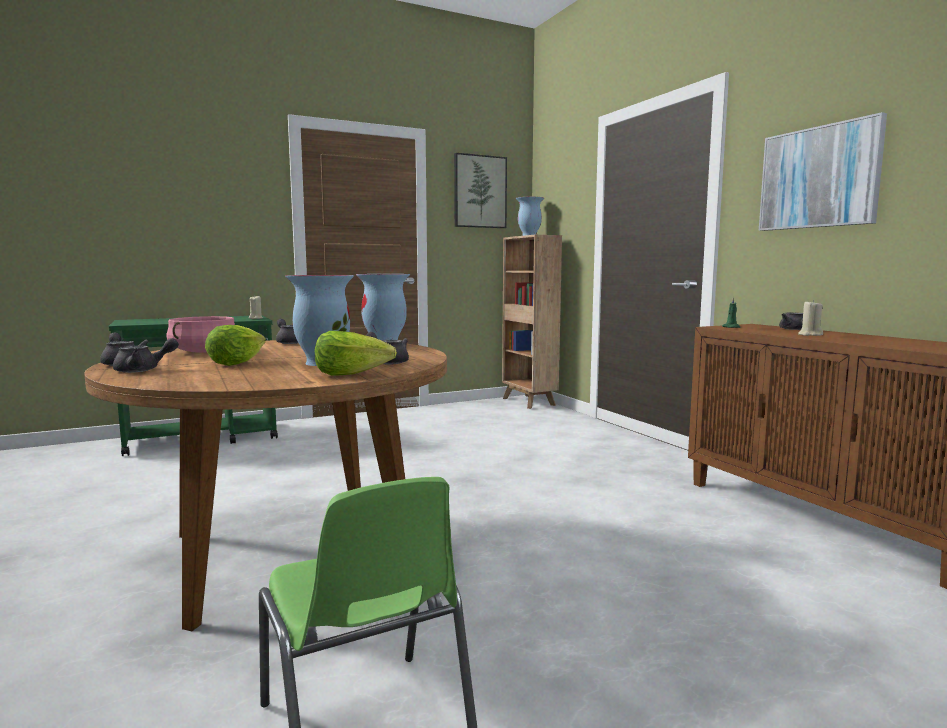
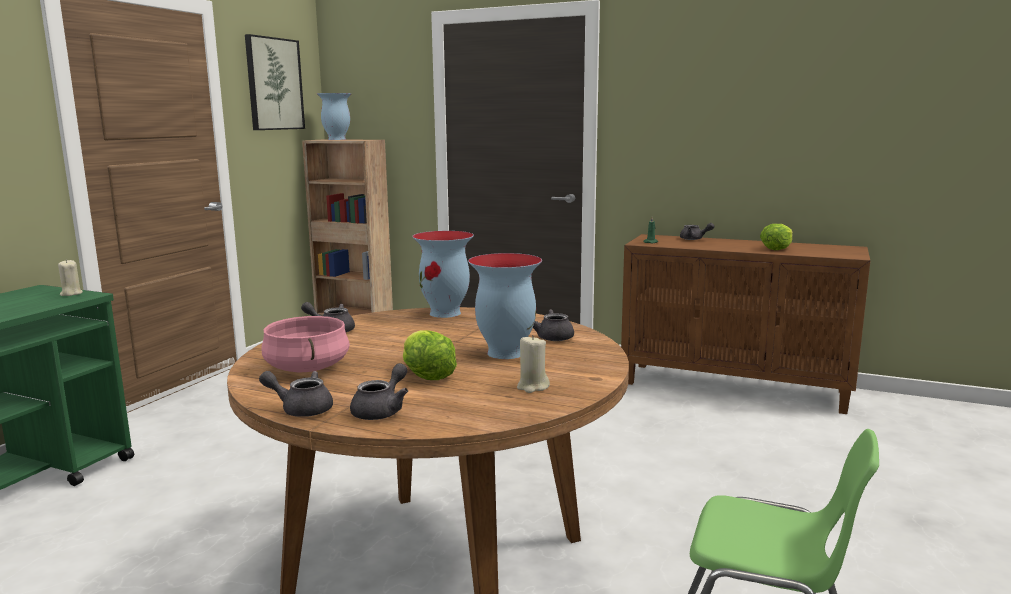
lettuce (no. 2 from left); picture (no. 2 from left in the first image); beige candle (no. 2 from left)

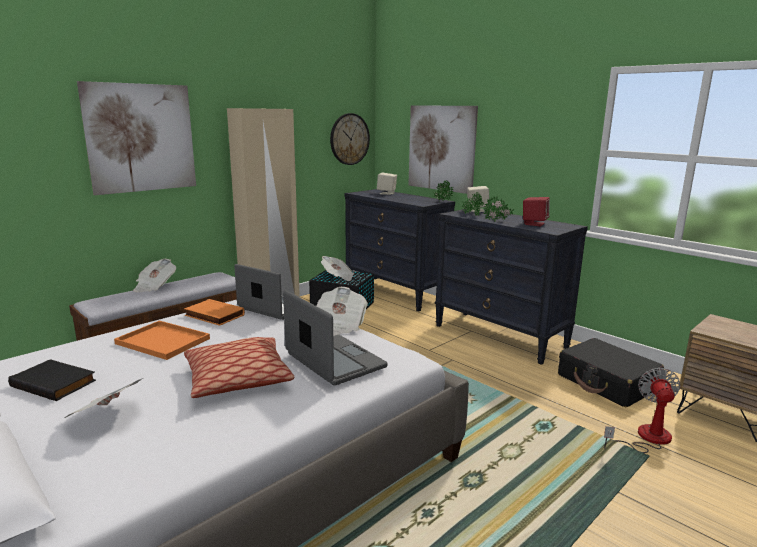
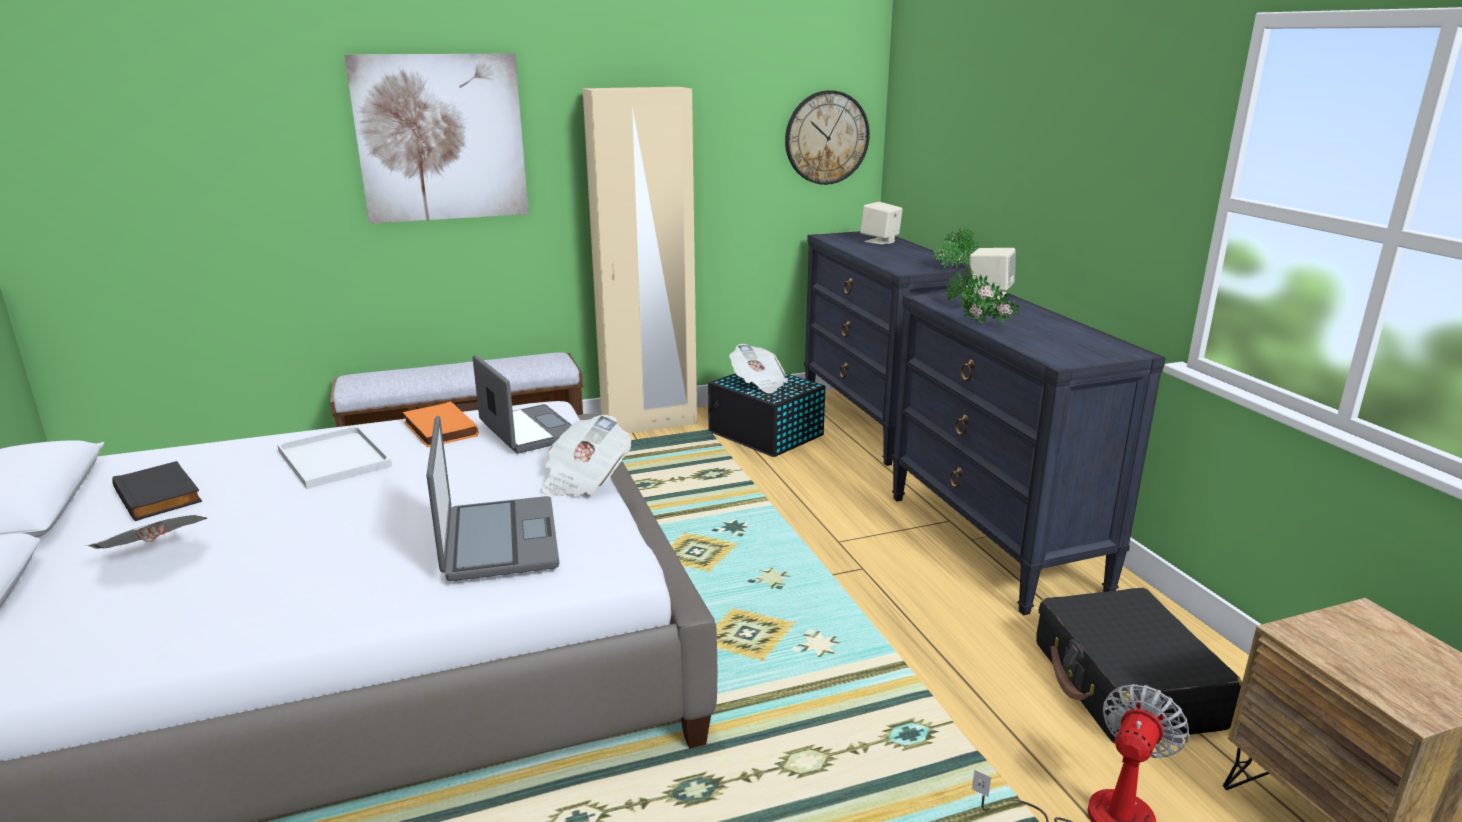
white tray; newspaper (no. 2 from left in the first image); pillow; picture (no. 2 from left in the first image); red speaker

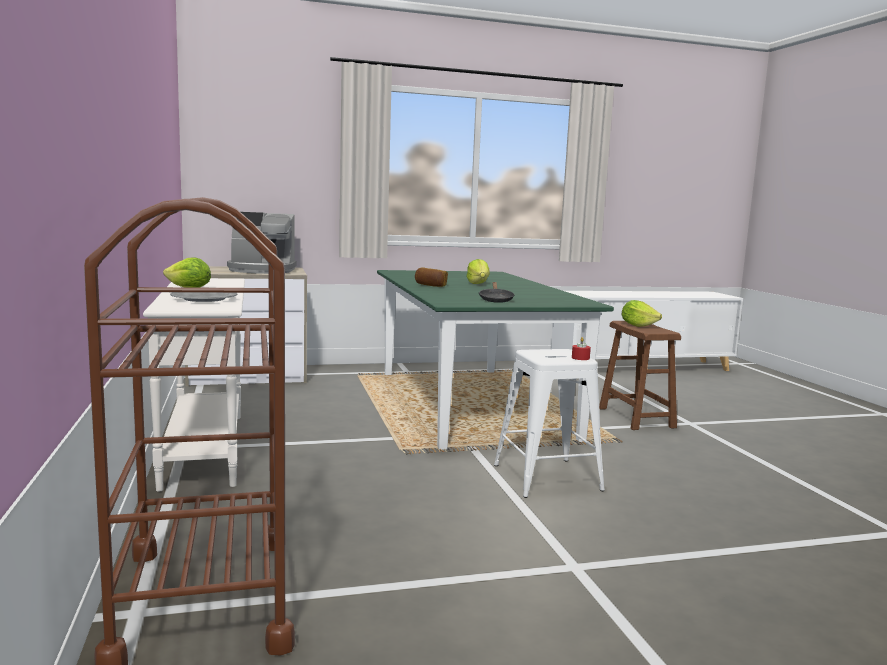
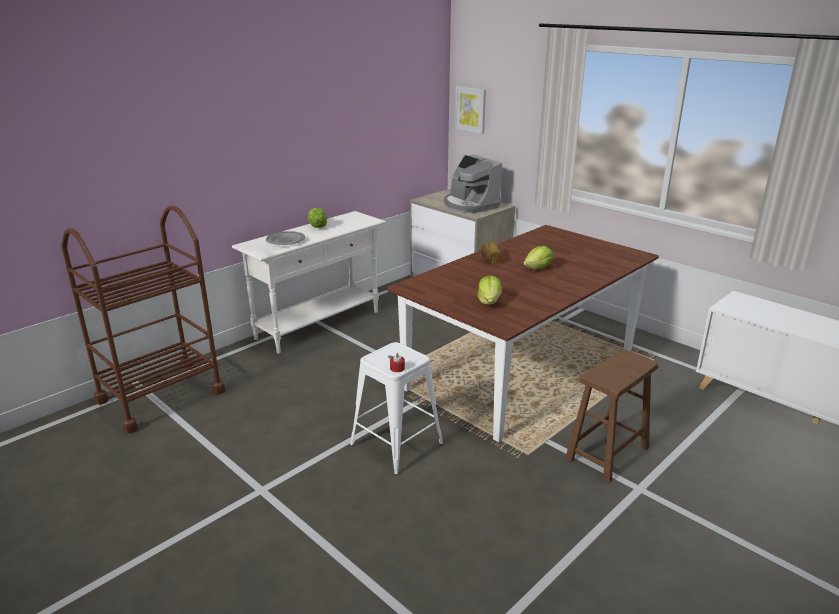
brown dining table; black frying pan; lettuce (no. 2 from left); picture

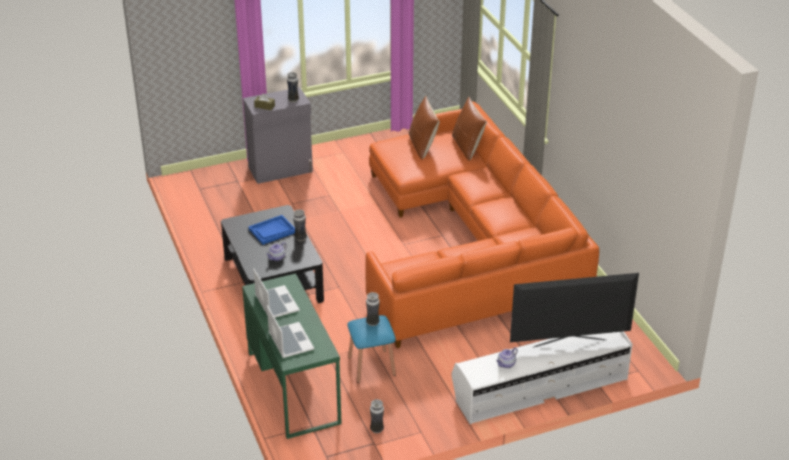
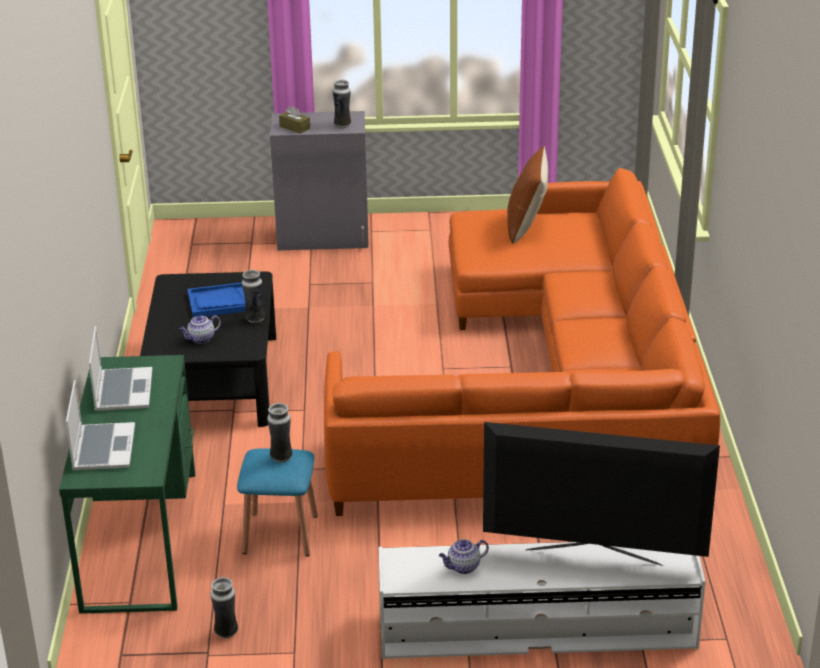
brown pillow (no. 2 from left in the first image)

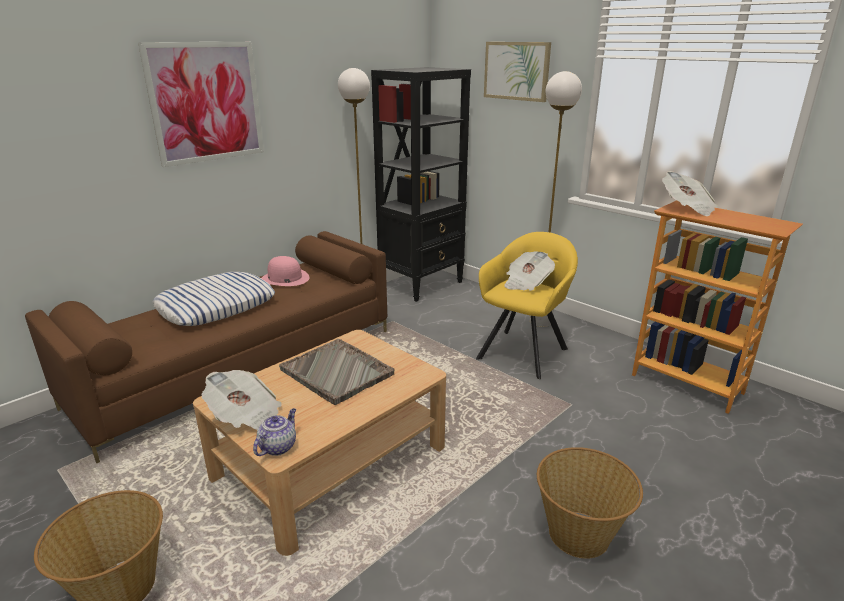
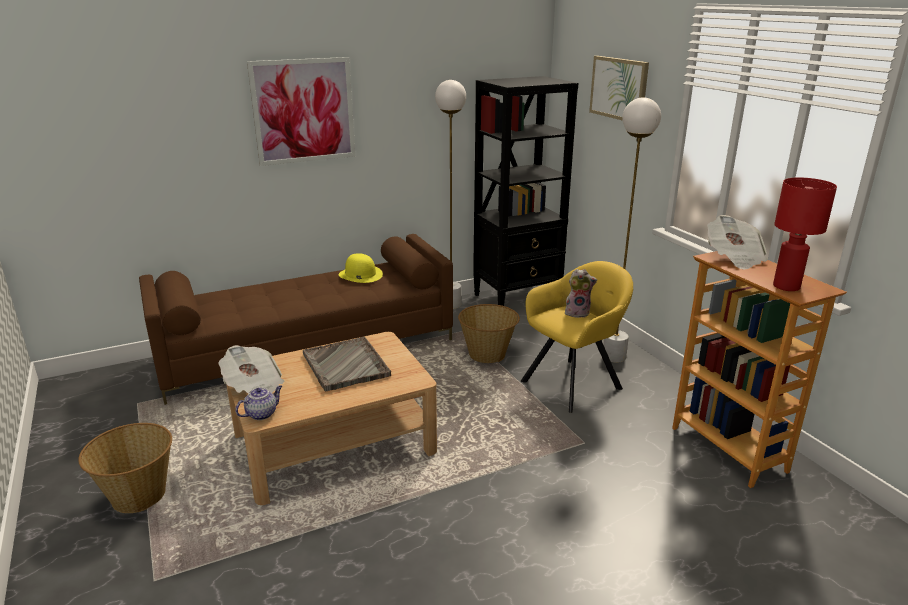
pillow; yellow hat; plush toy; basket (no. 2 from left); red table lamp

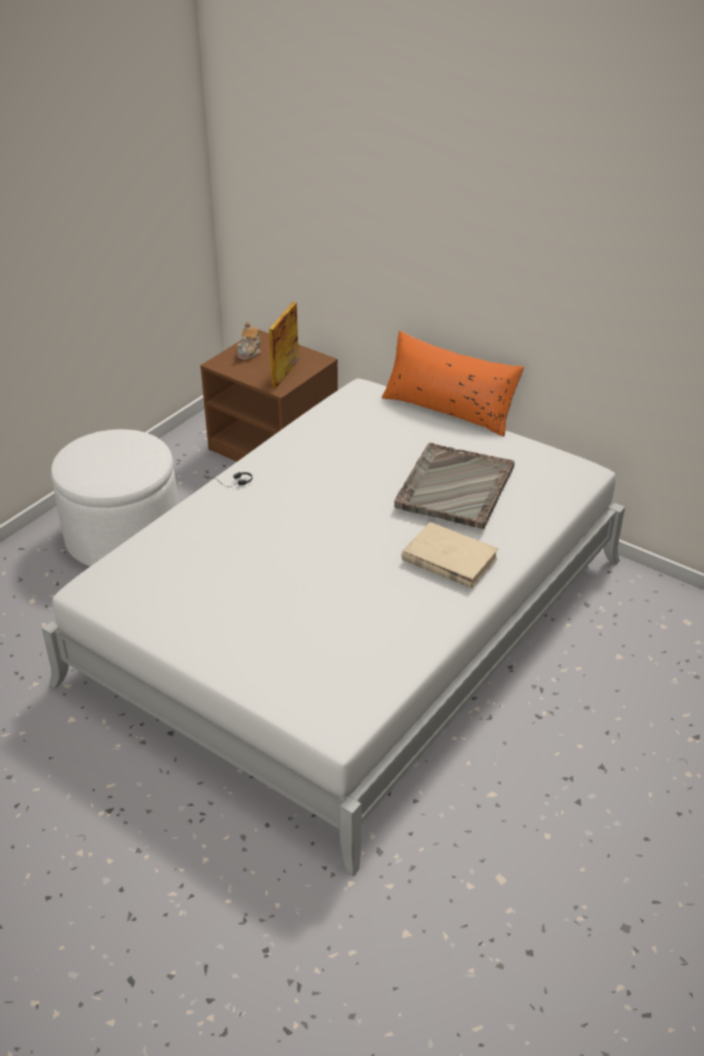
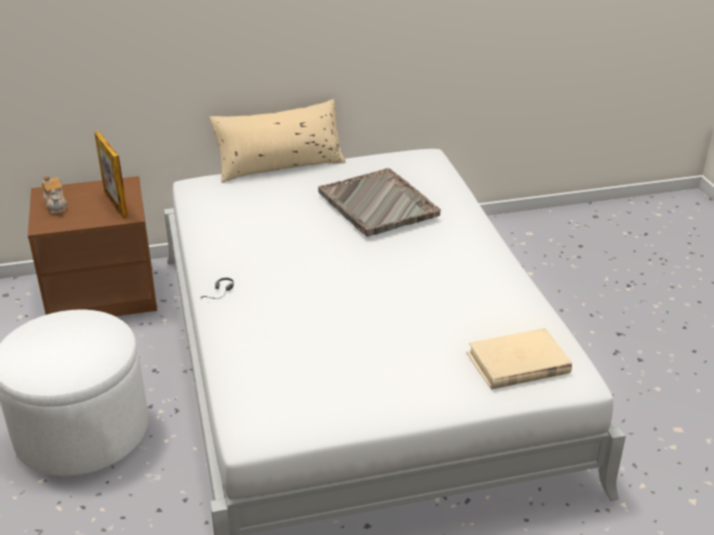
beige pillow; beige book

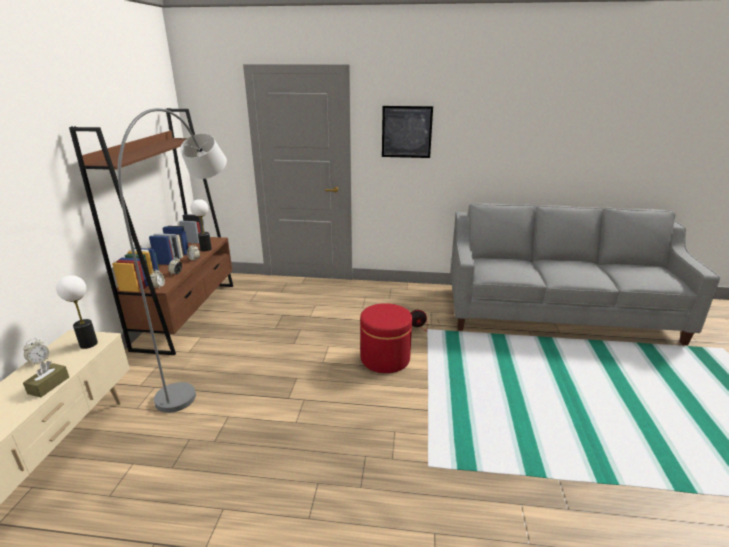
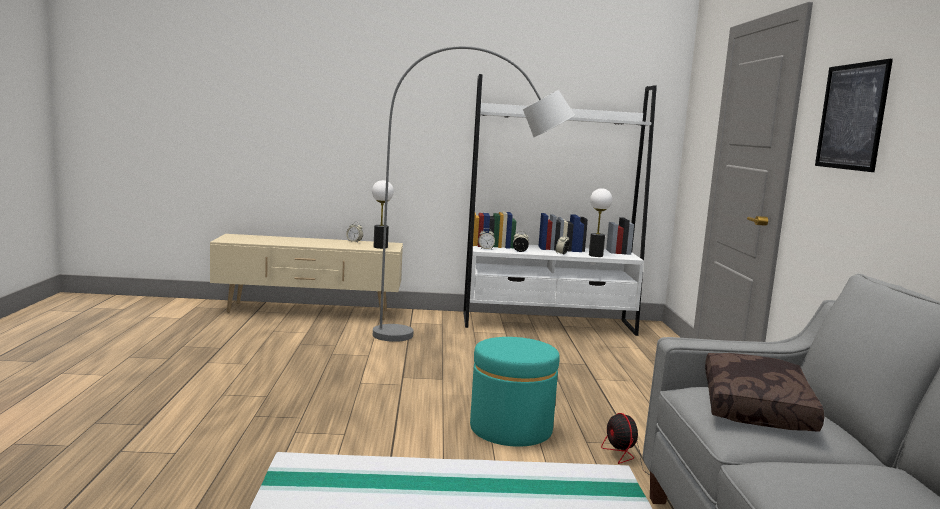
brown tissue box; white bookcase; turquoise ottoman; brown pillow

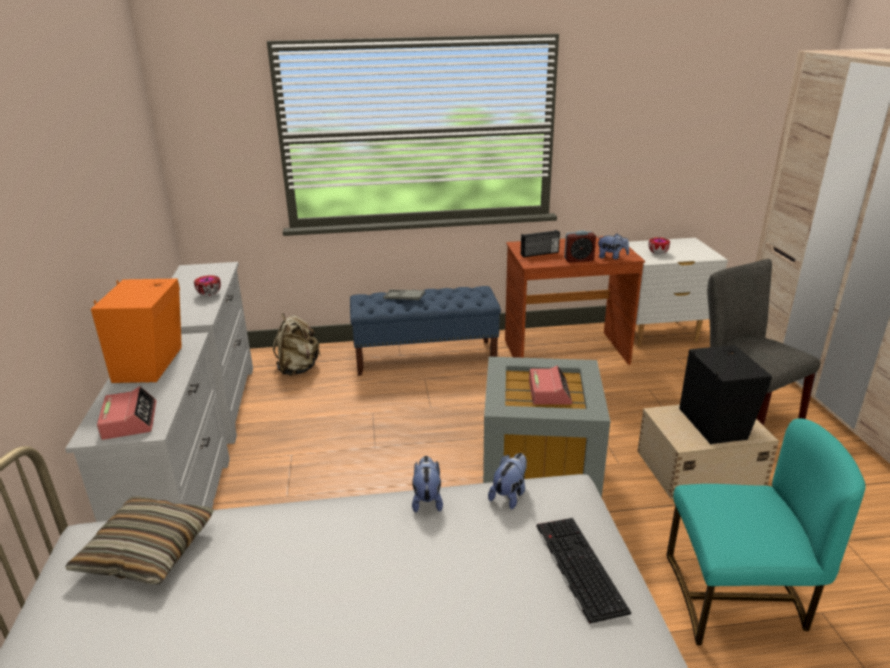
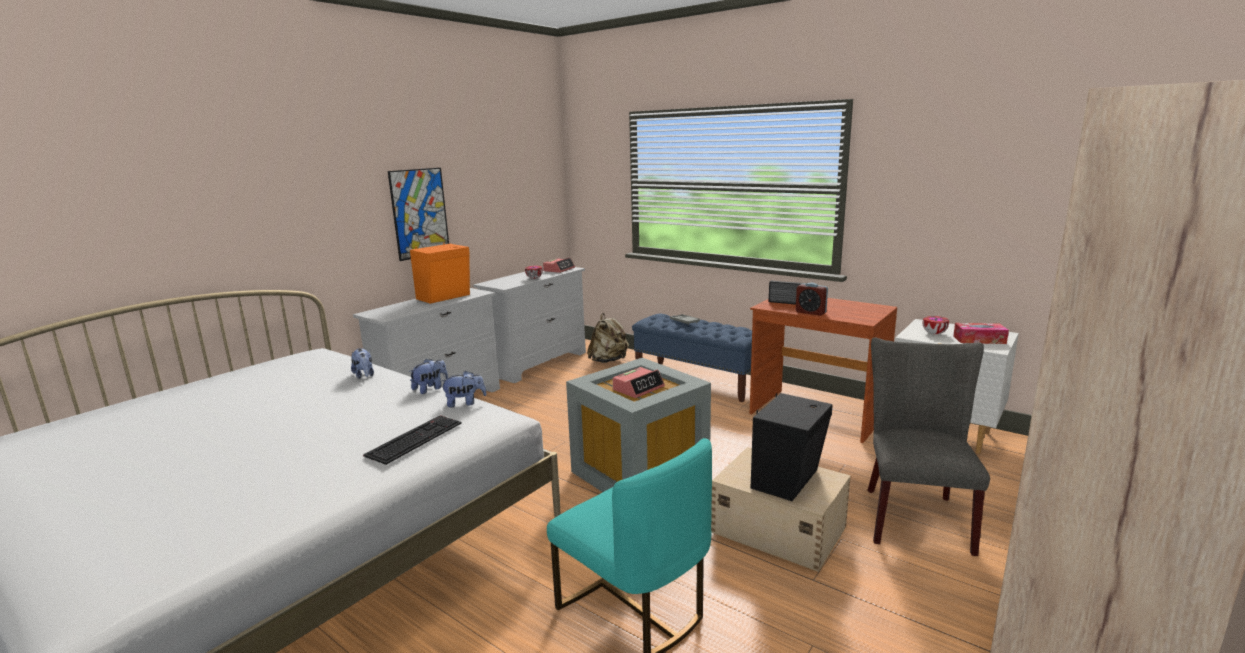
pillow; alarm clock (no. 1 from left); plush toy (no. 1 from left); picture; tissue box

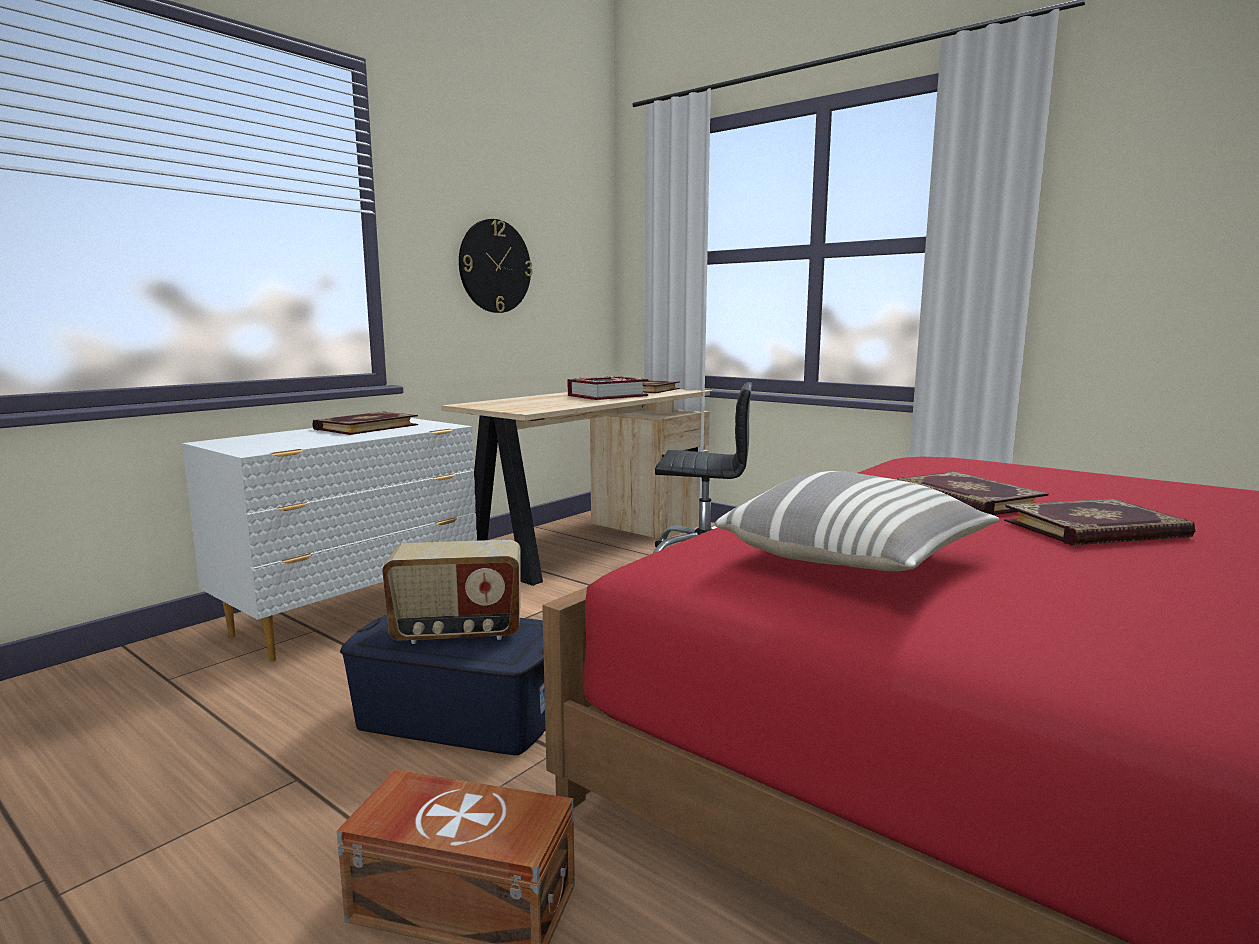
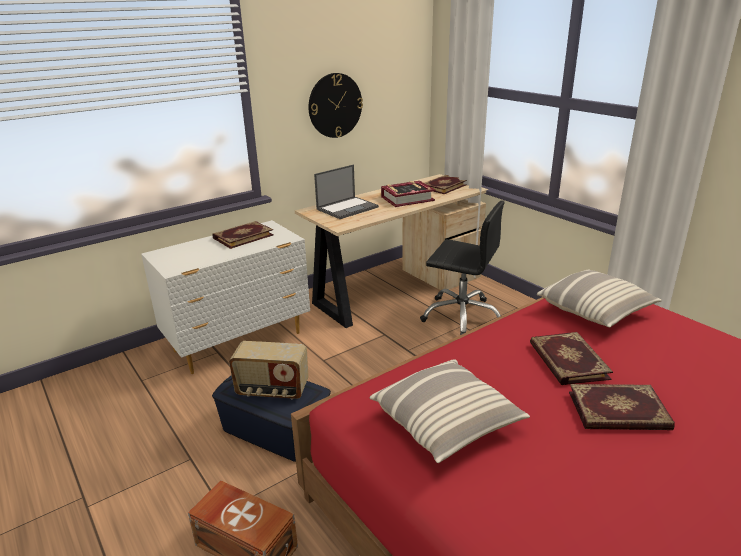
laptop; pillow (no. 2 from left)

